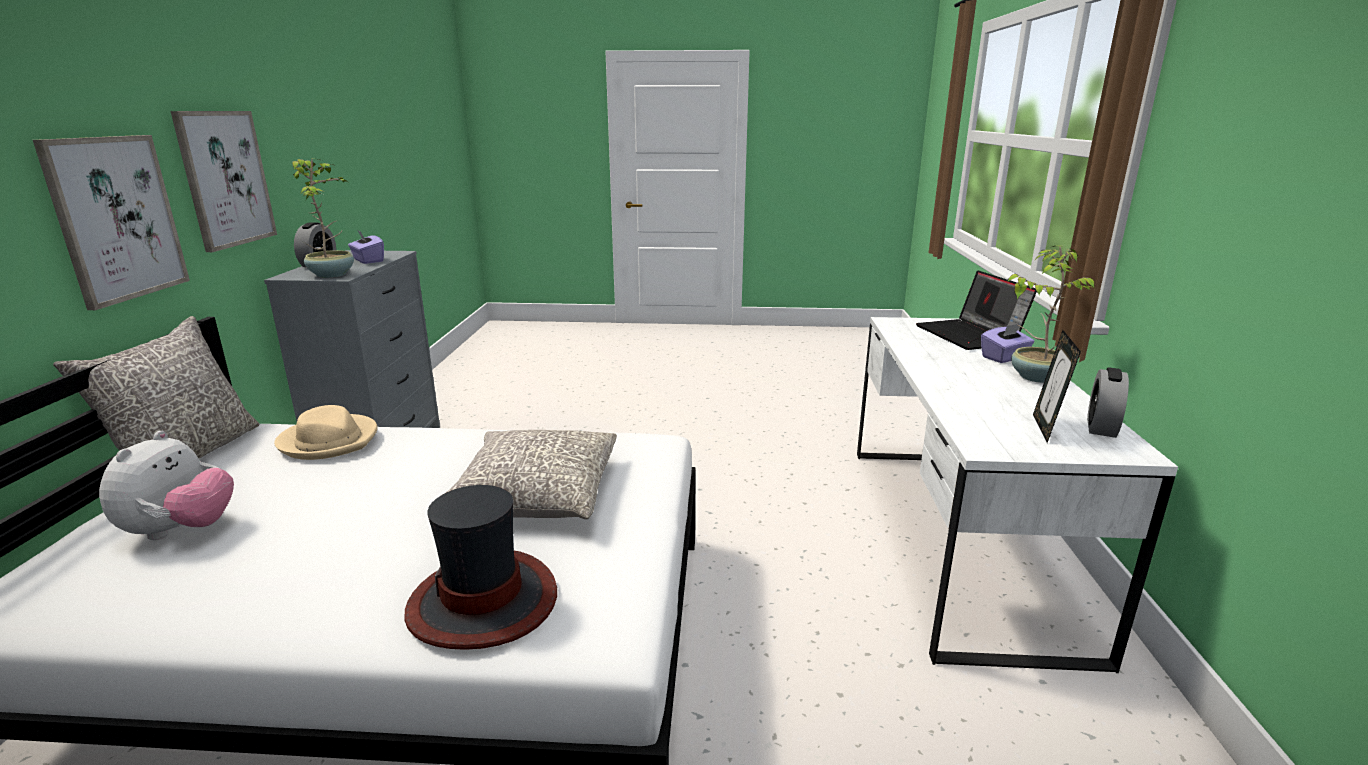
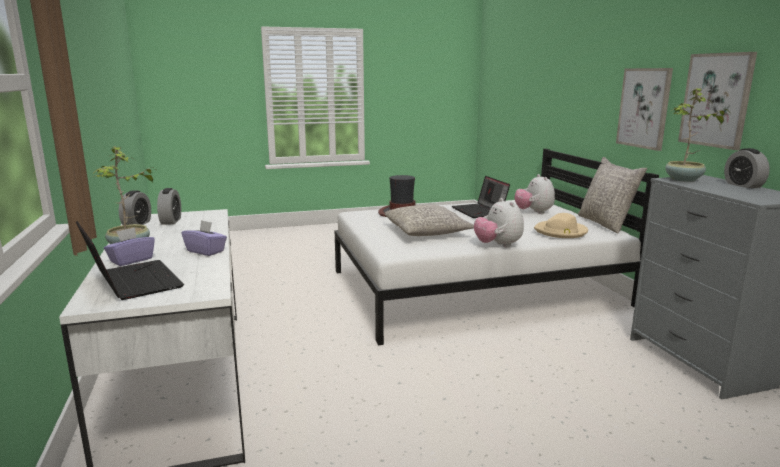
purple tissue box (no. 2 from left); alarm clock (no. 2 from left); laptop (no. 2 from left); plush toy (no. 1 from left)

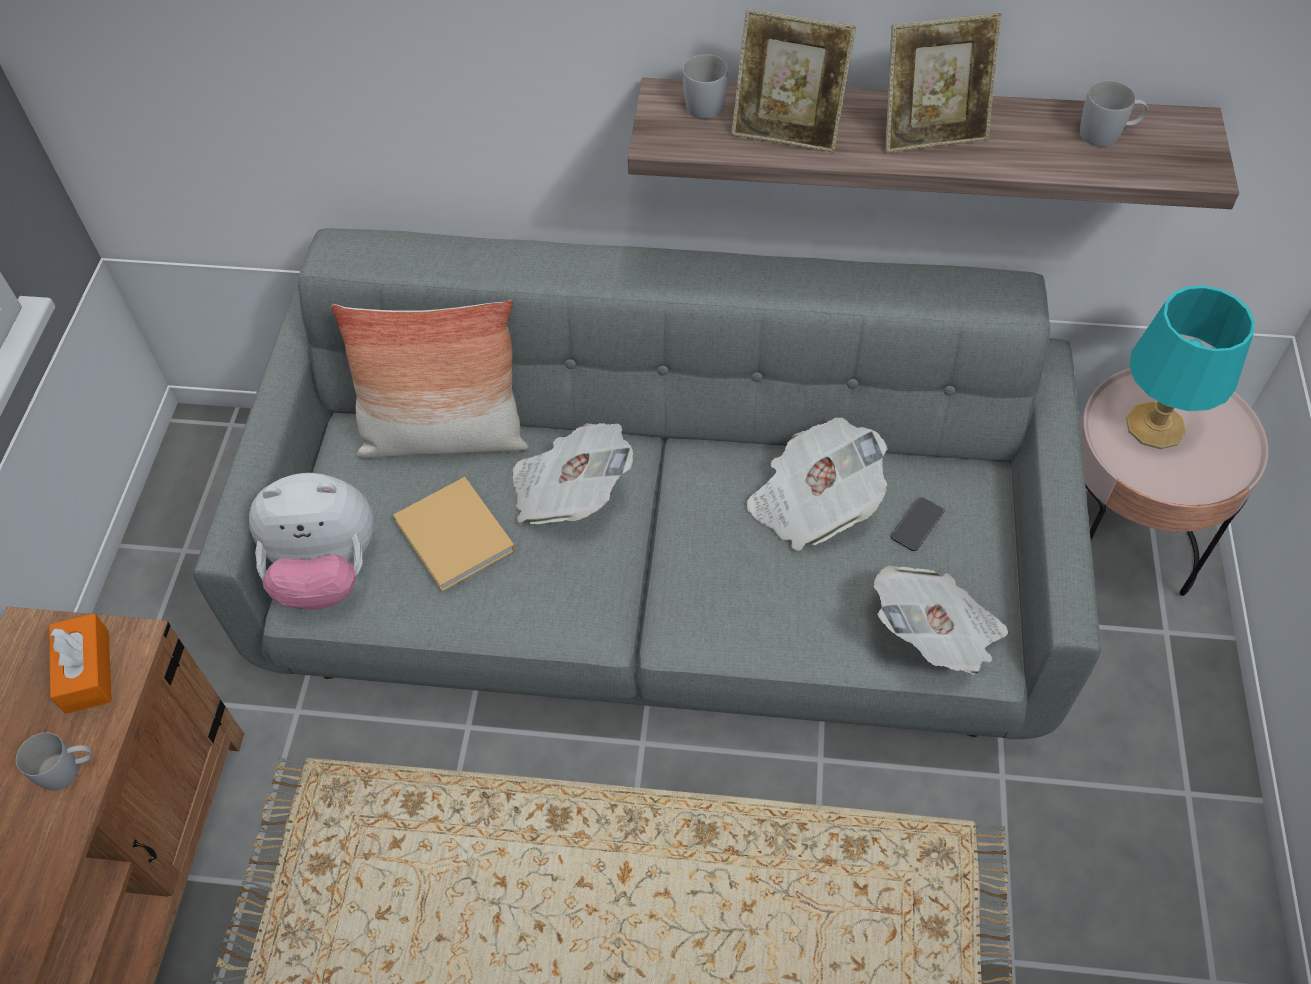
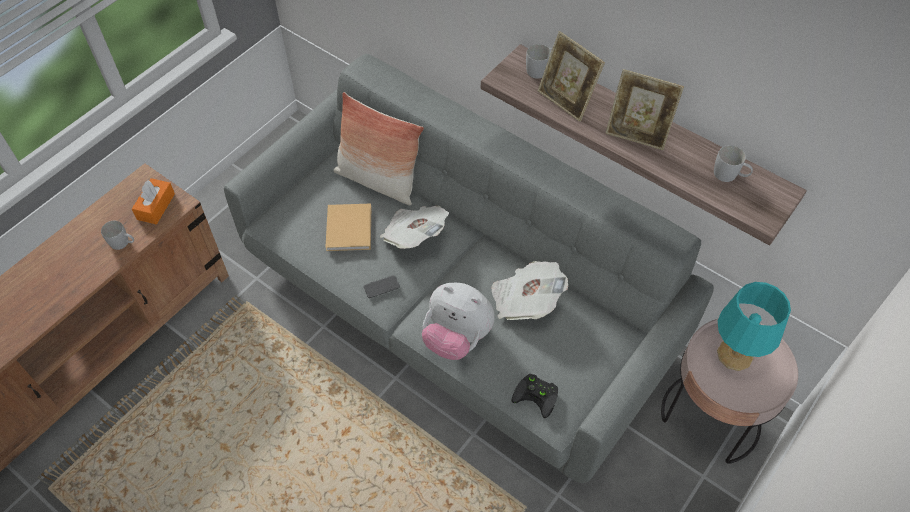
plush toy; black game controller; phone

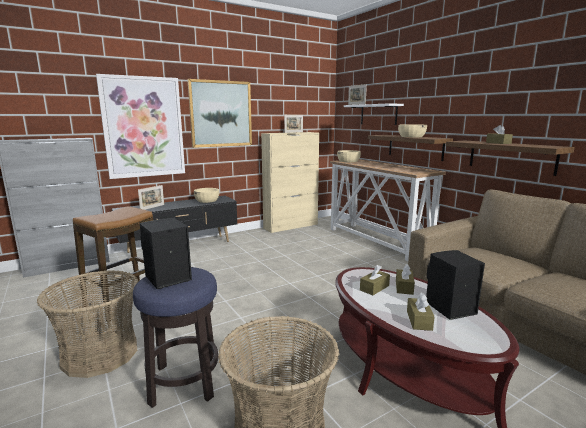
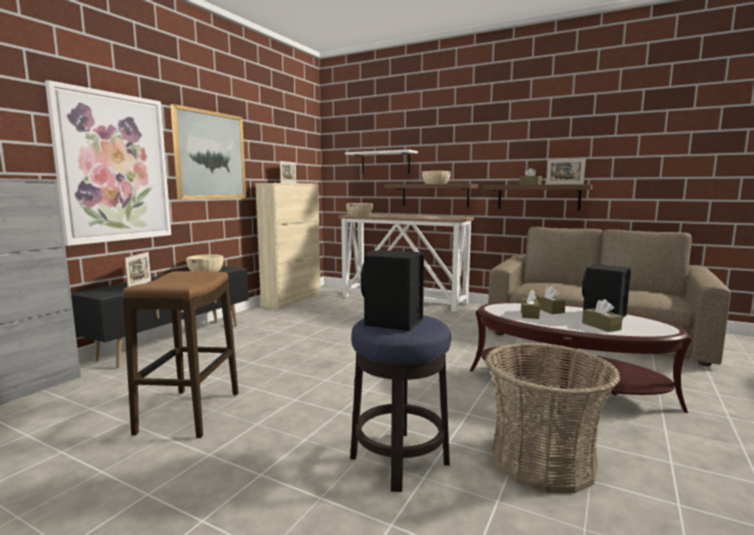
basket (no. 1 from left in the first image); picture frame (no. 3 from left)

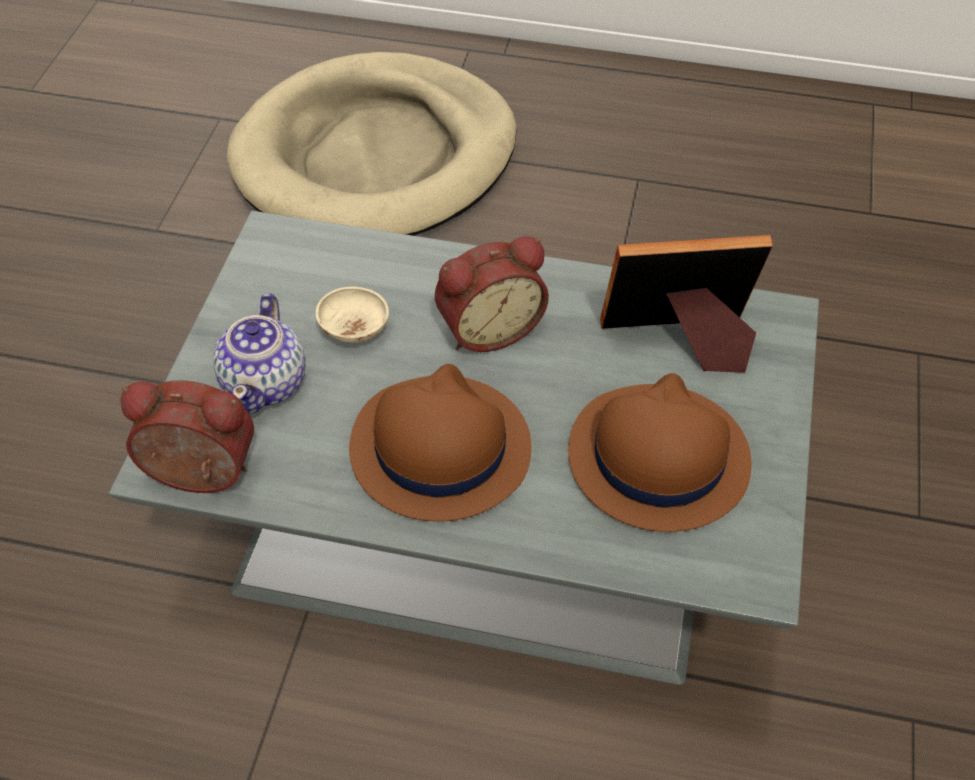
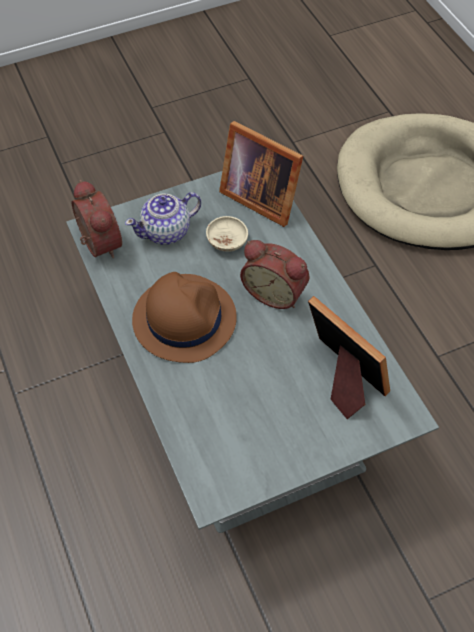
brown hat (no. 2 from left in the first image); picture frame (no. 1 from left)

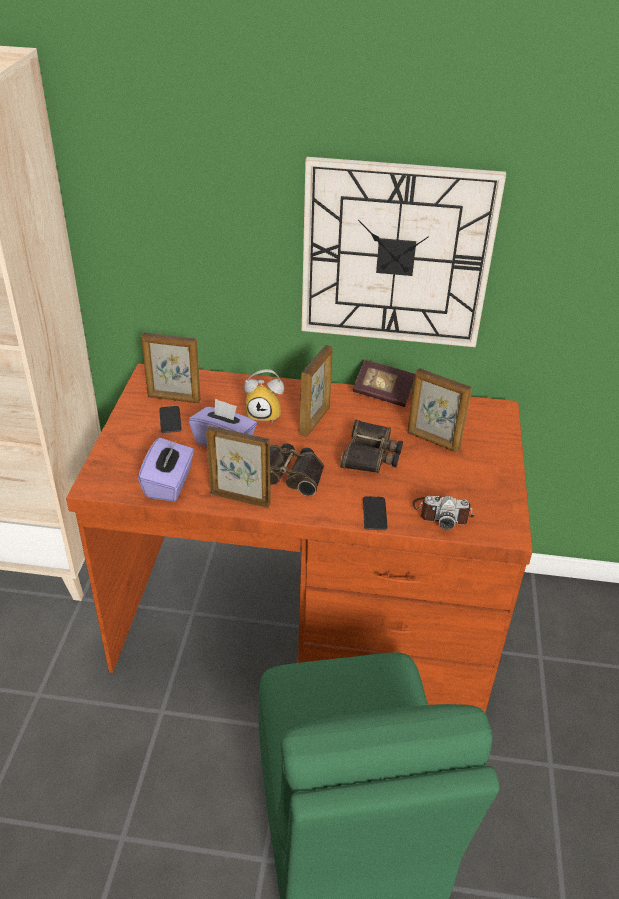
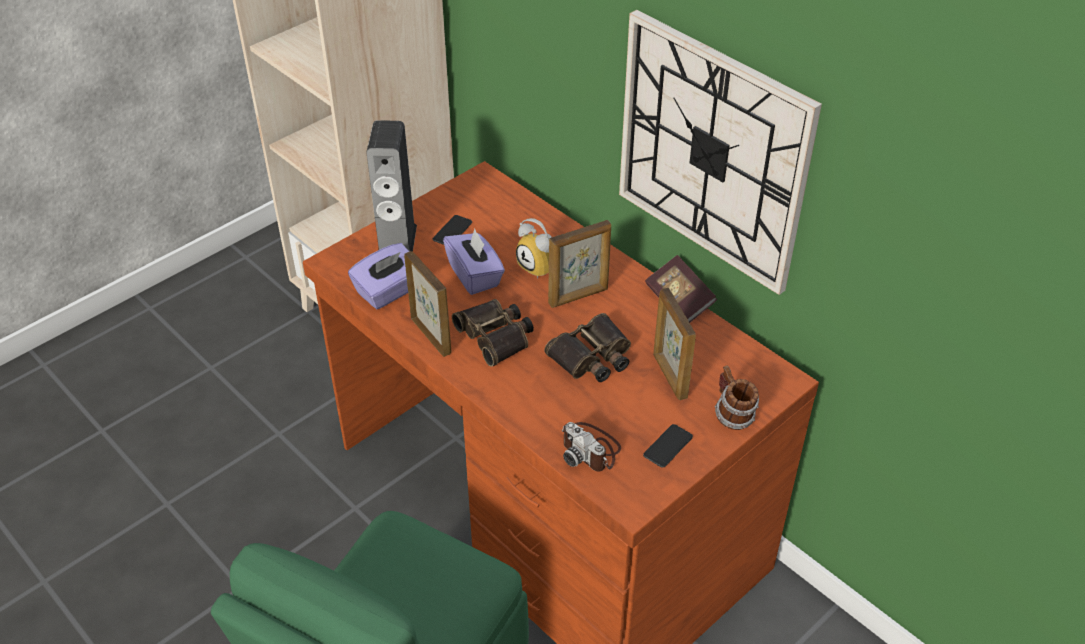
picture frame (no. 1 from left in the first image); phone (no. 2 from left); speaker; mug

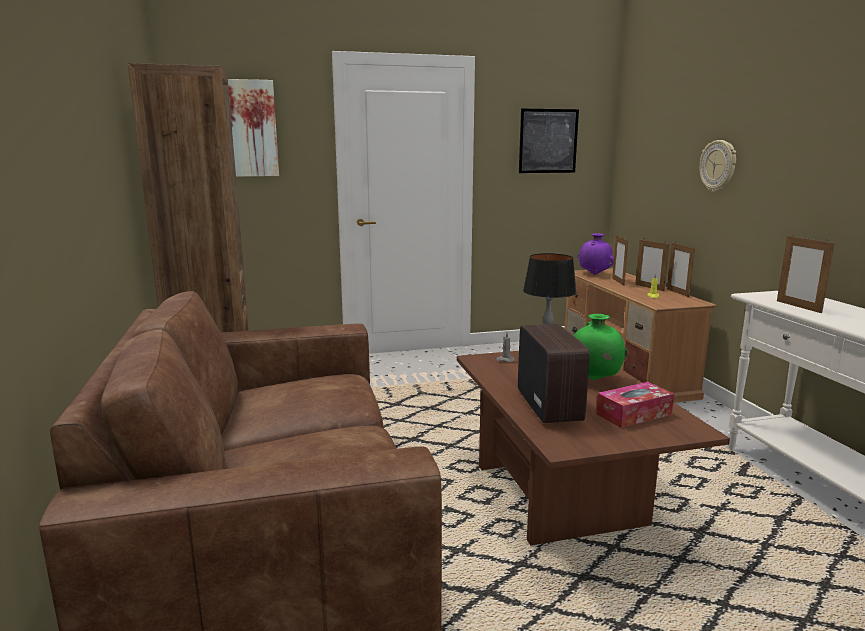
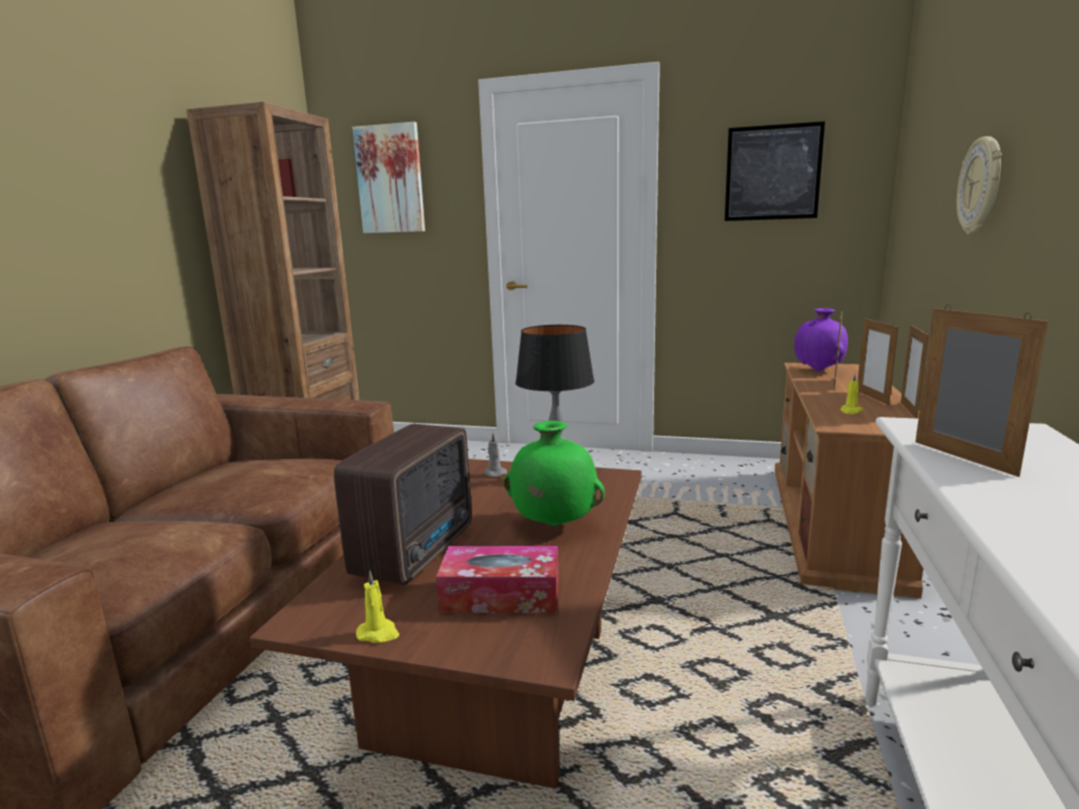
picture frame (no. 4 from left); yellow candle (no. 1 from left)

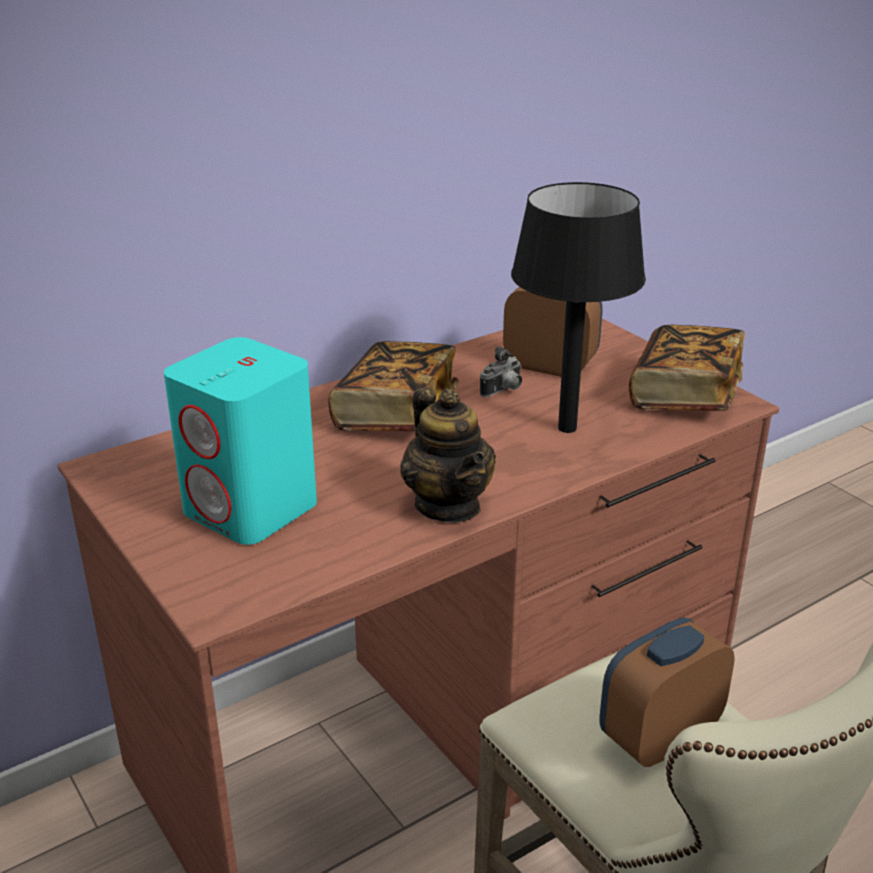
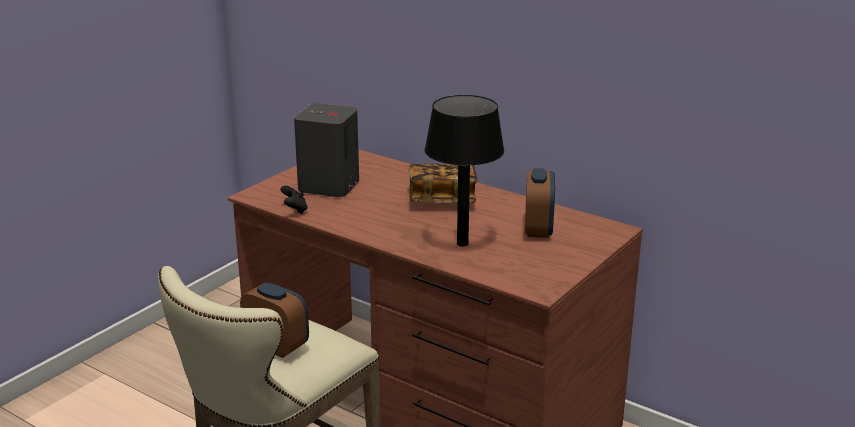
grey speaker; teapot; photo camera; book (no. 2 from left in the first image); black game controller

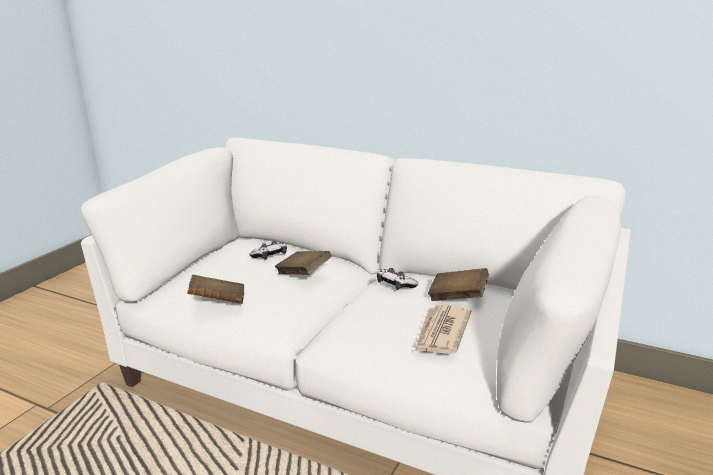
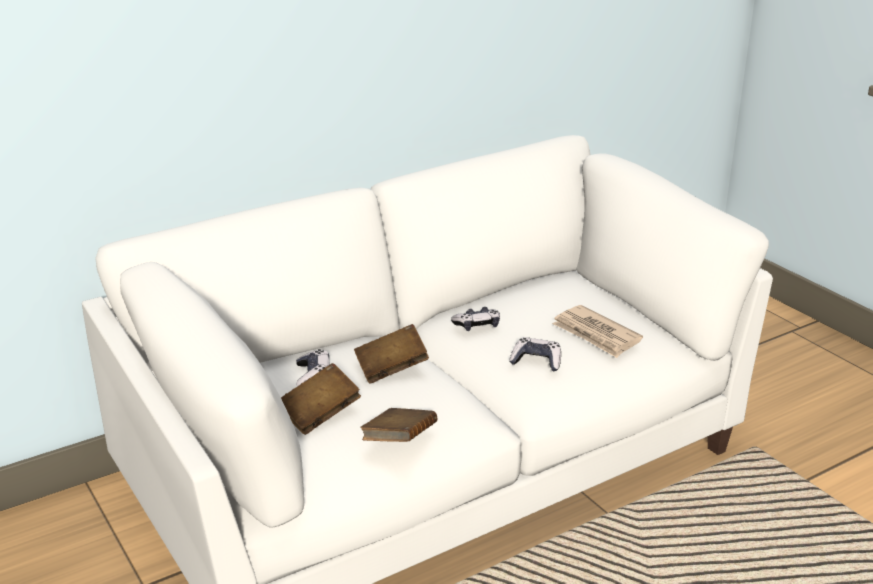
brown book (no. 1 from left); game controller (no. 3 from left)

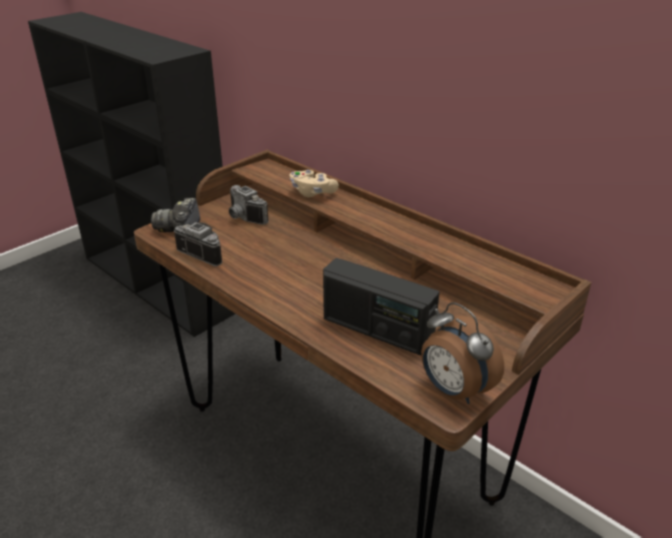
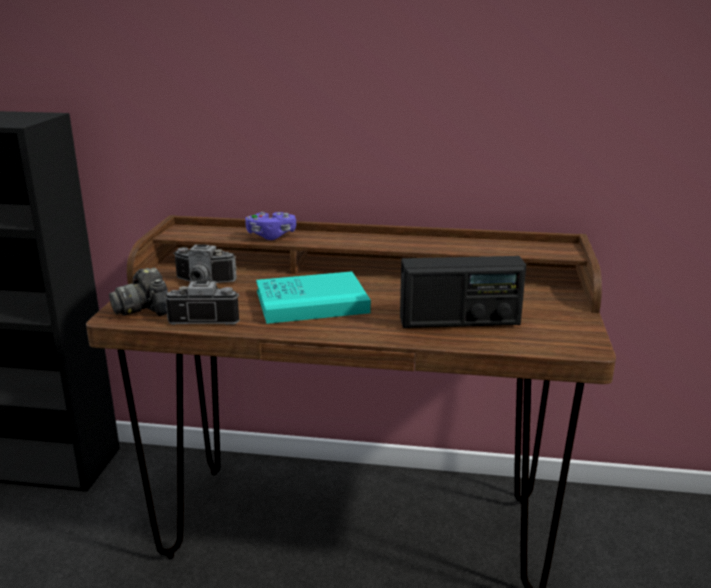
purple game controller; alarm clock; turquoise book

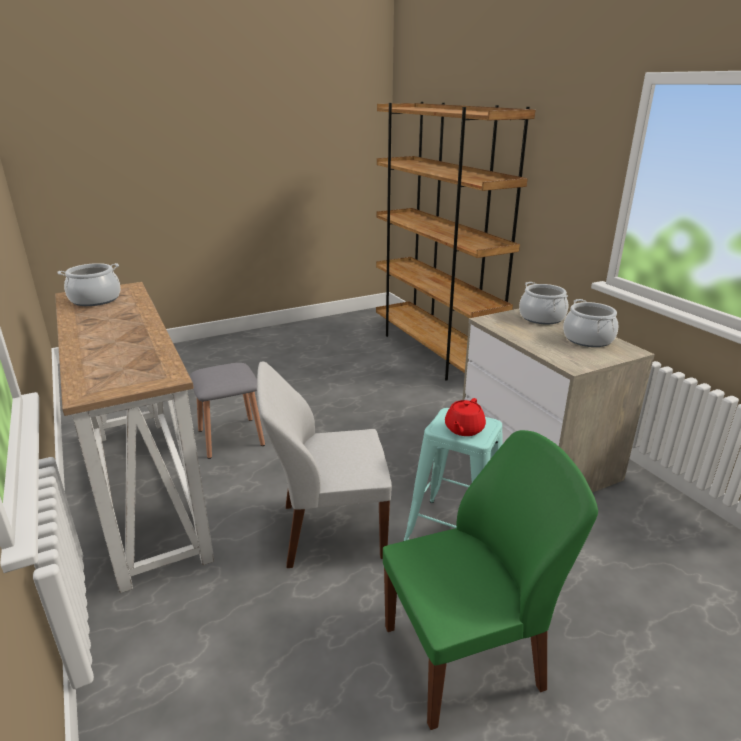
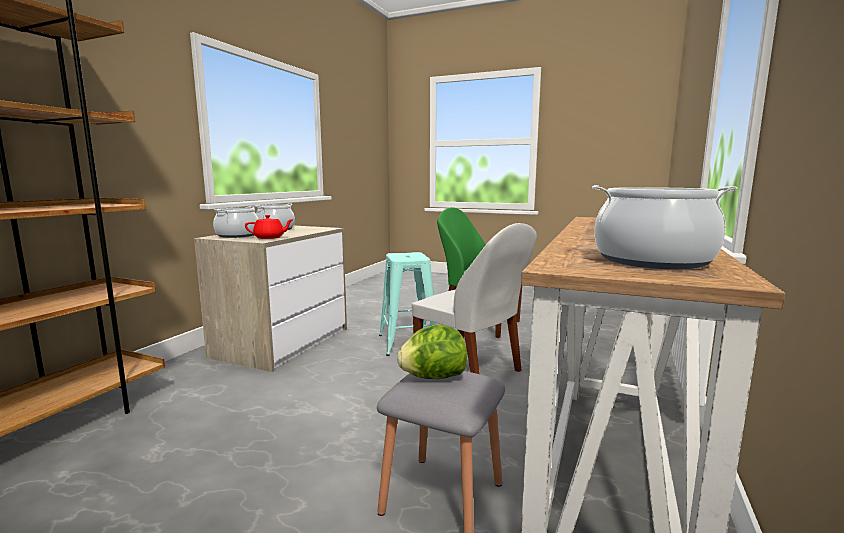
red teapot; lettuce

